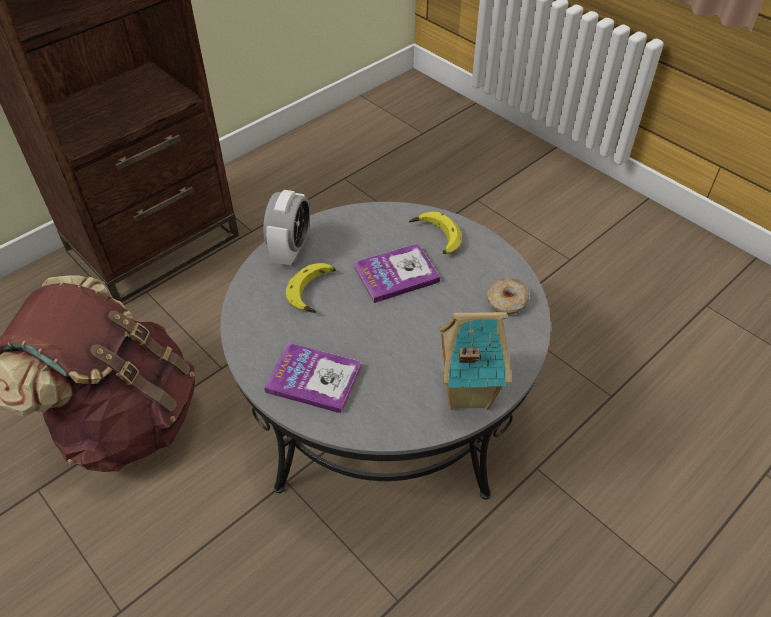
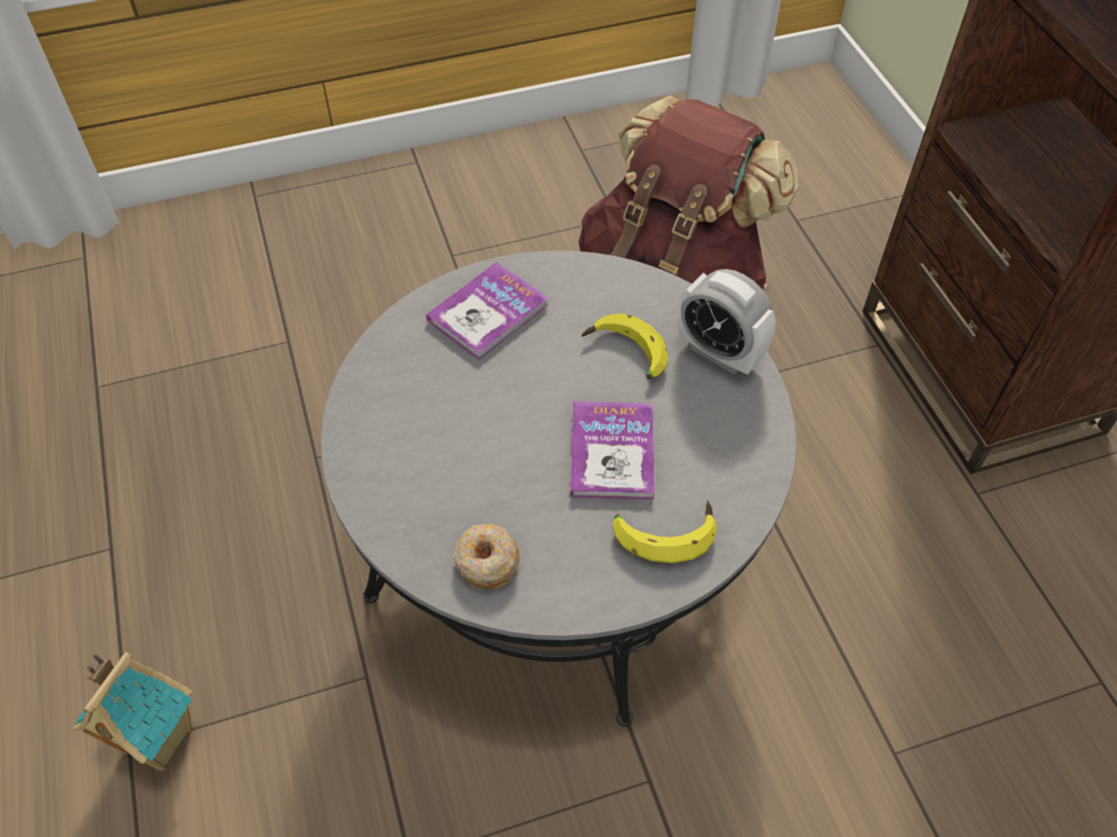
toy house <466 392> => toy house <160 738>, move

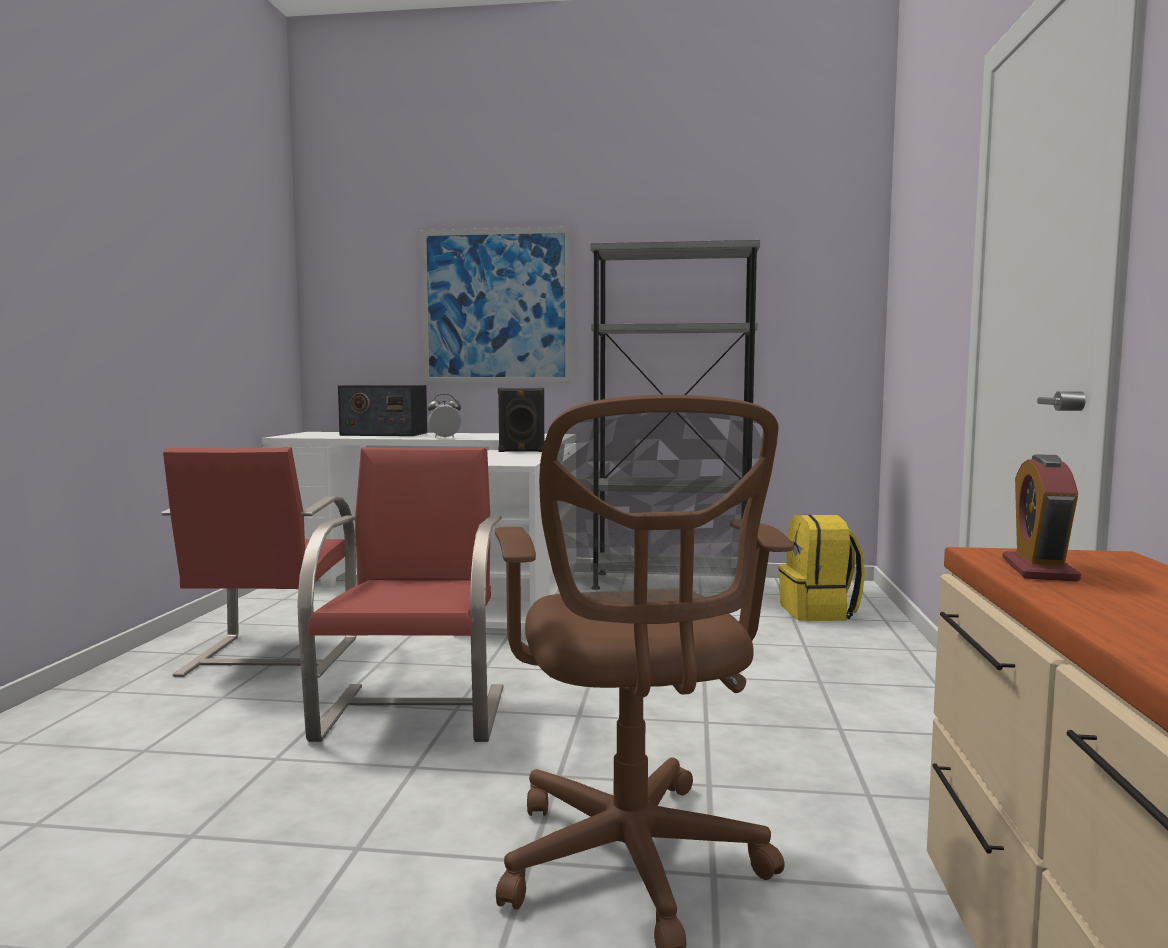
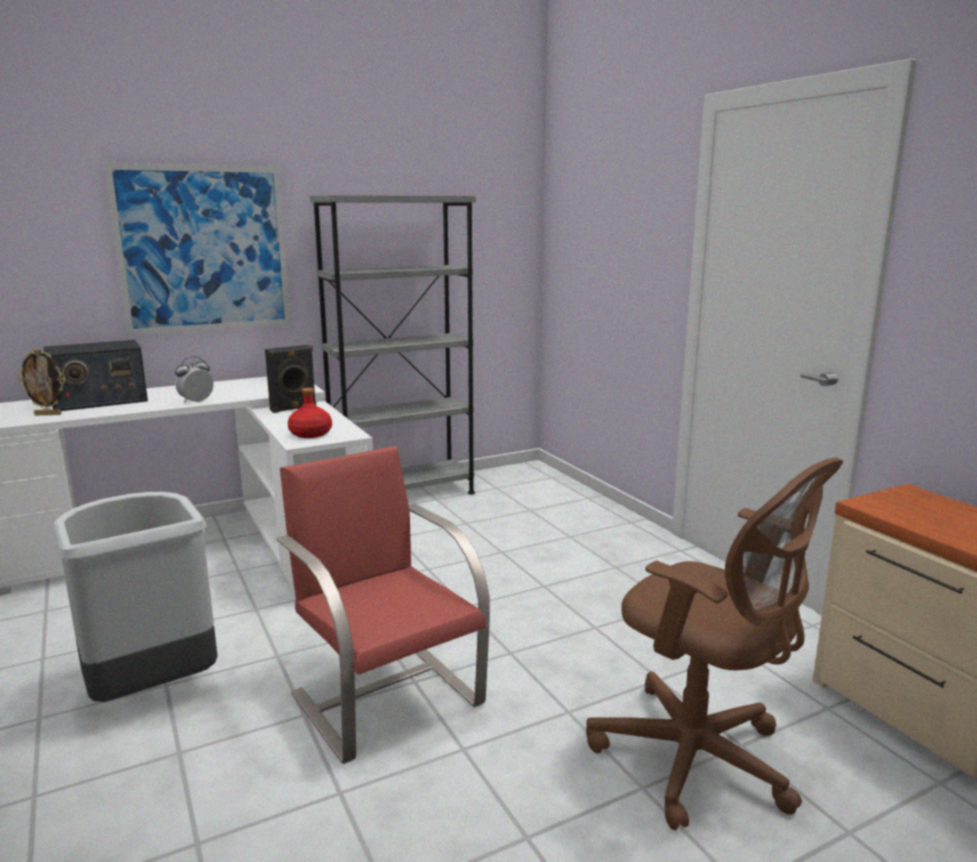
nothing => picture frame <48 414>
red chair <268 657> => grey trash can <152 689>
nothing => red bottle <310 434>
yellow backpack <819 612> => nothing
alarm clock <1039 570> => nothing

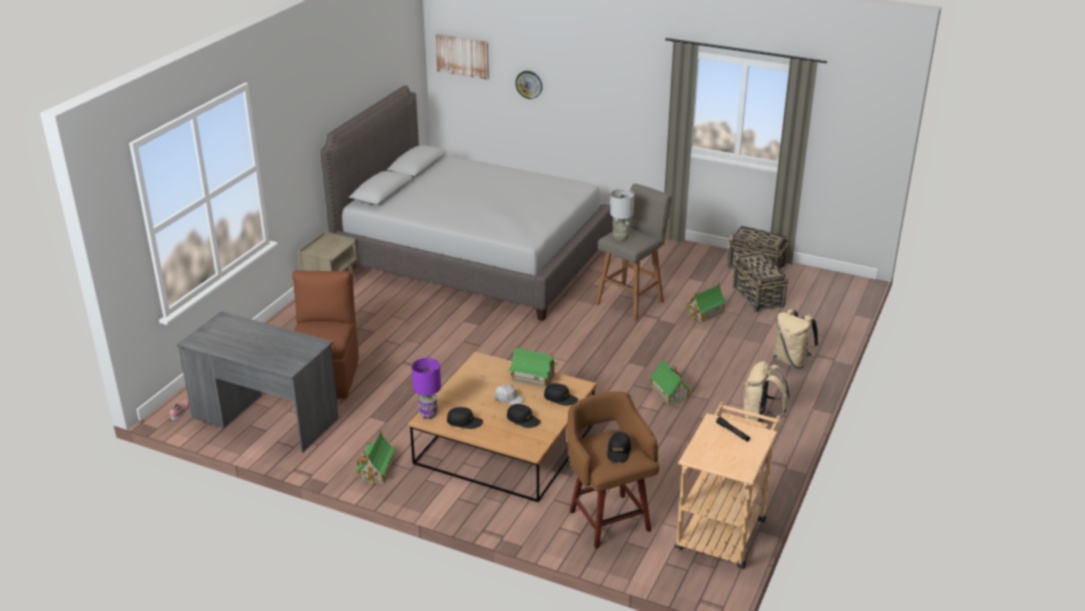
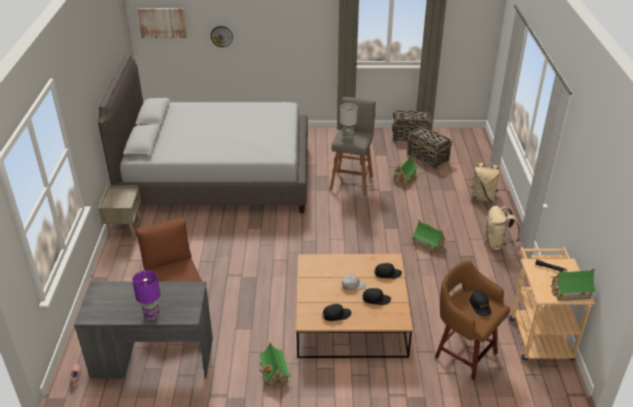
purple table lamp <428 414> => purple table lamp <152 316>, move
toy house <532 377> => toy house <570 292>, move

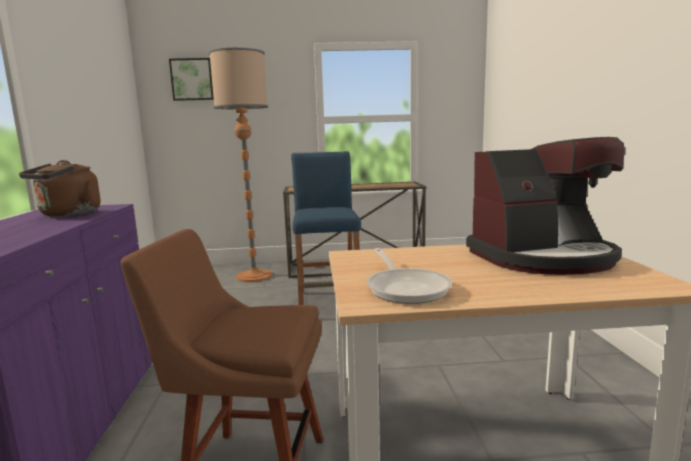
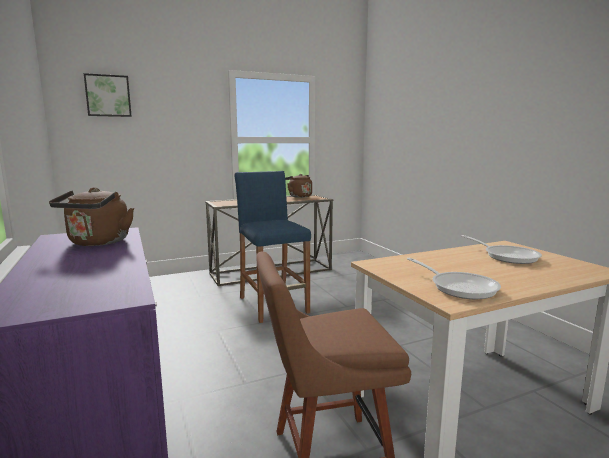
nothing => brown kettle <299 196>
coffee machine <542 257> => frying pan <507 256>
floor lamp <254 276> => nothing

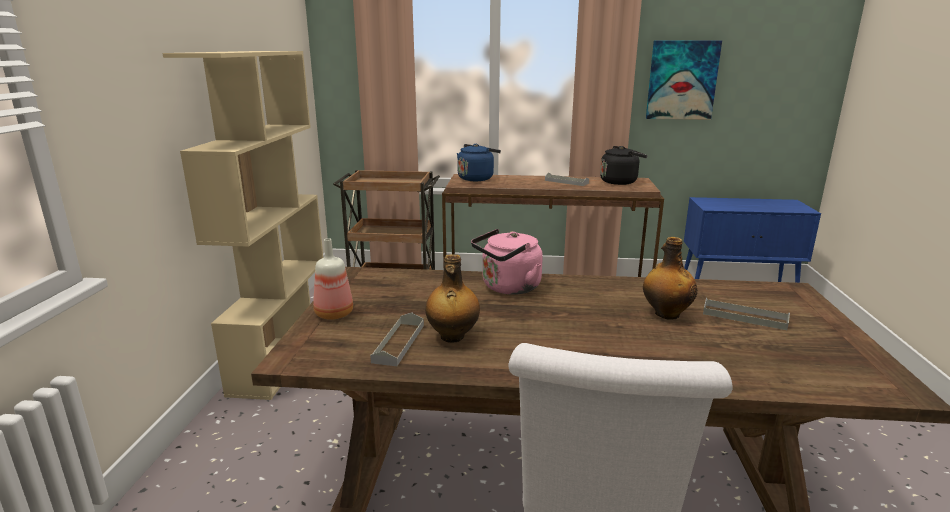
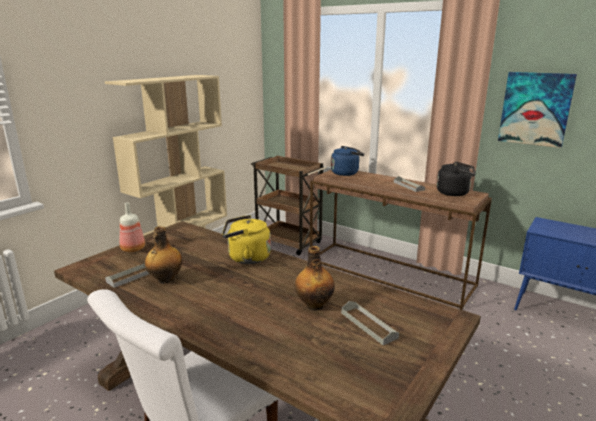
pink kettle <508 288> => yellow kettle <246 258>

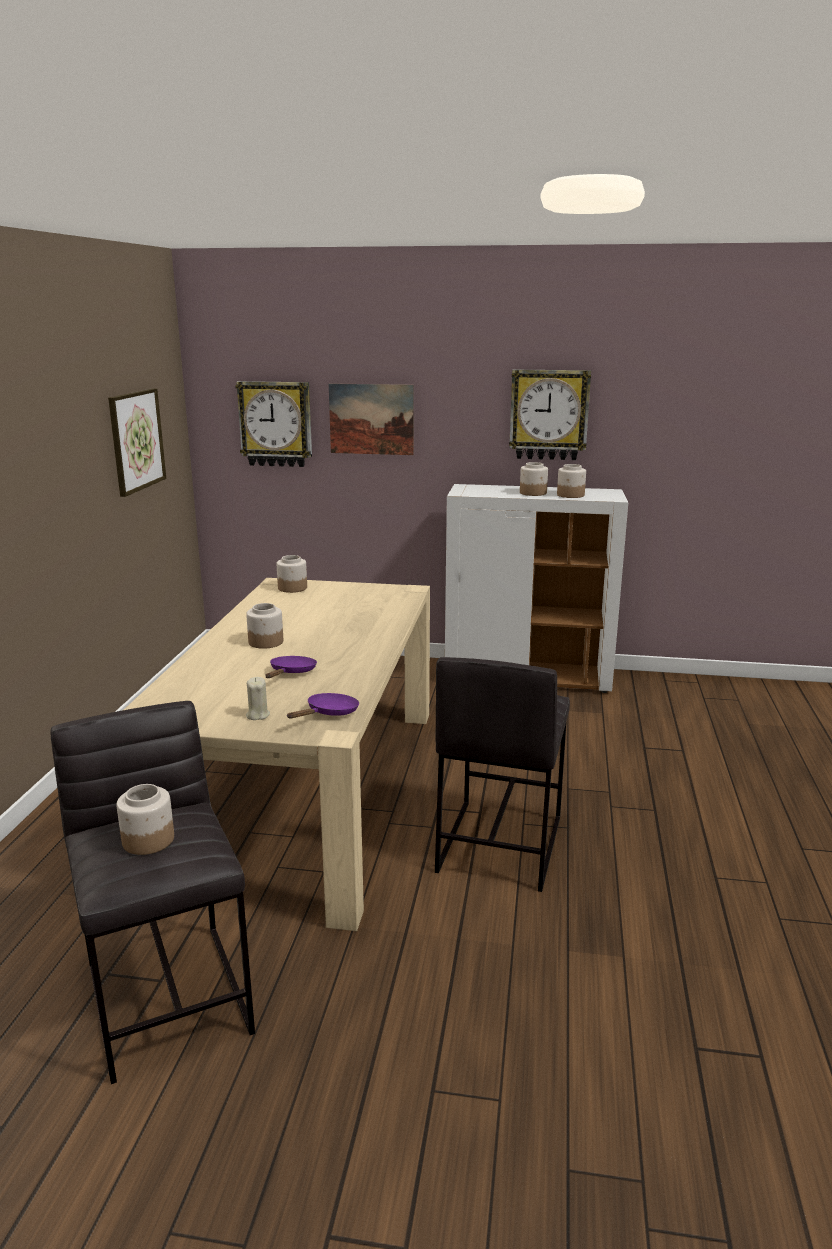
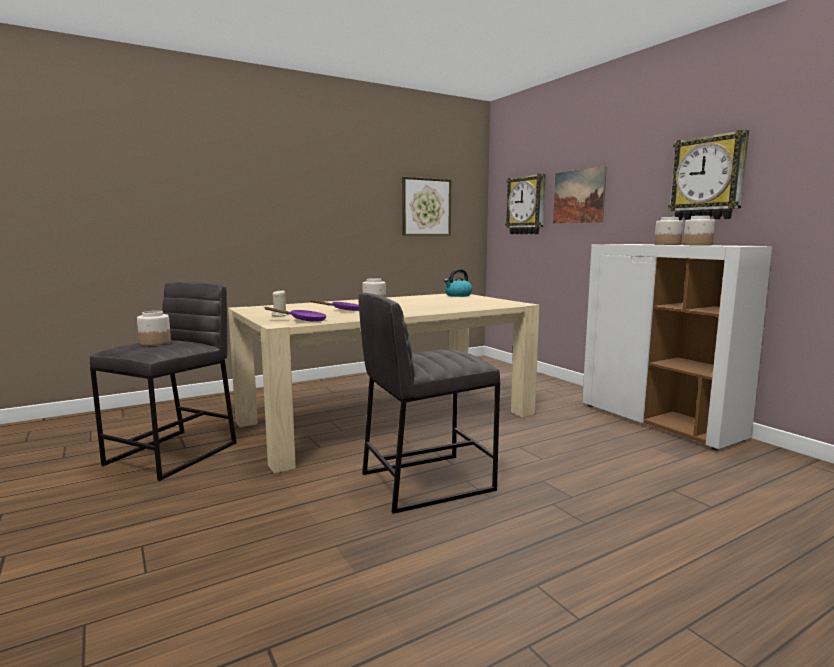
jar <293 588> => kettle <458 295>

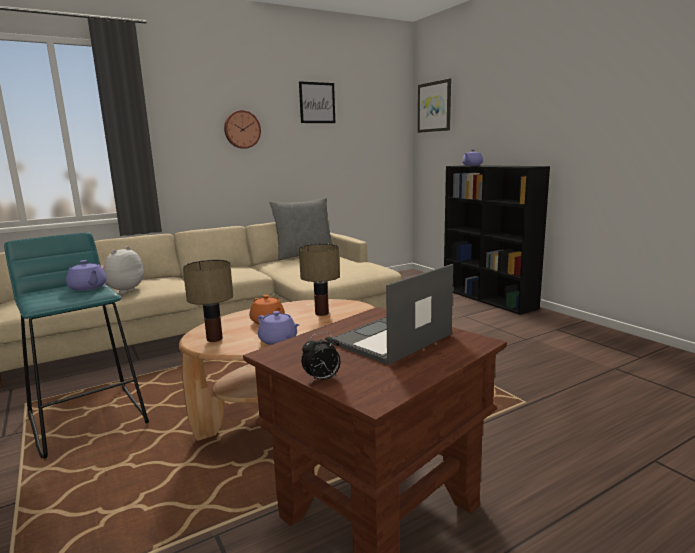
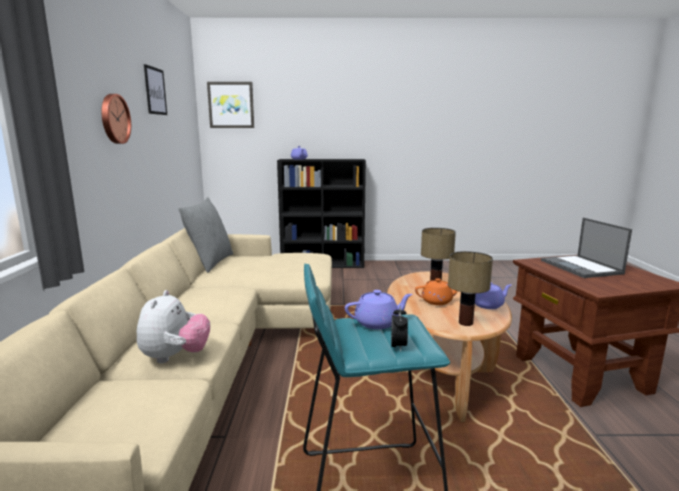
plush toy <121 291> => plush toy <175 357>, 135 degrees counterclockwise
alarm clock <322 379> => alarm clock <398 347>, move

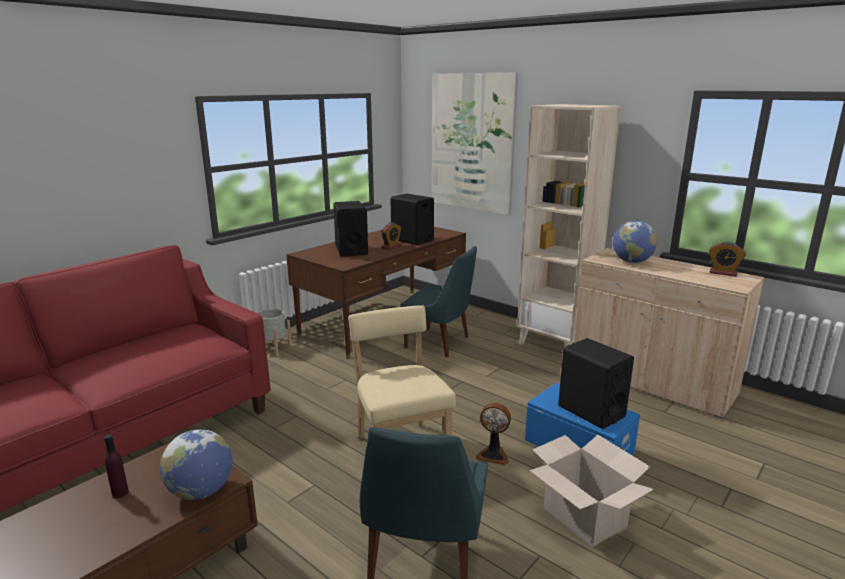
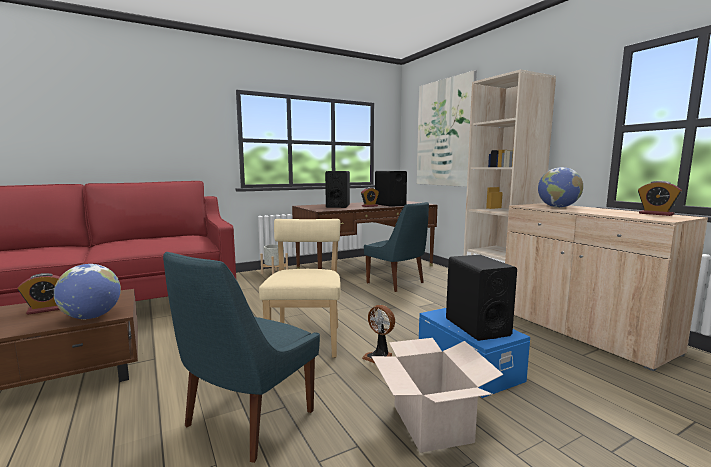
purple bottle <120 493> => alarm clock <46 309>

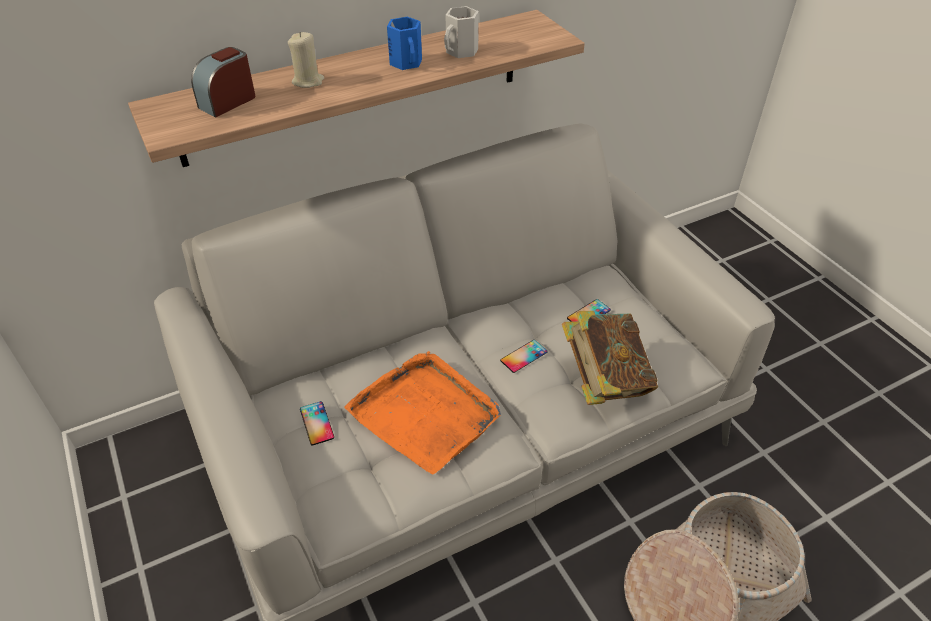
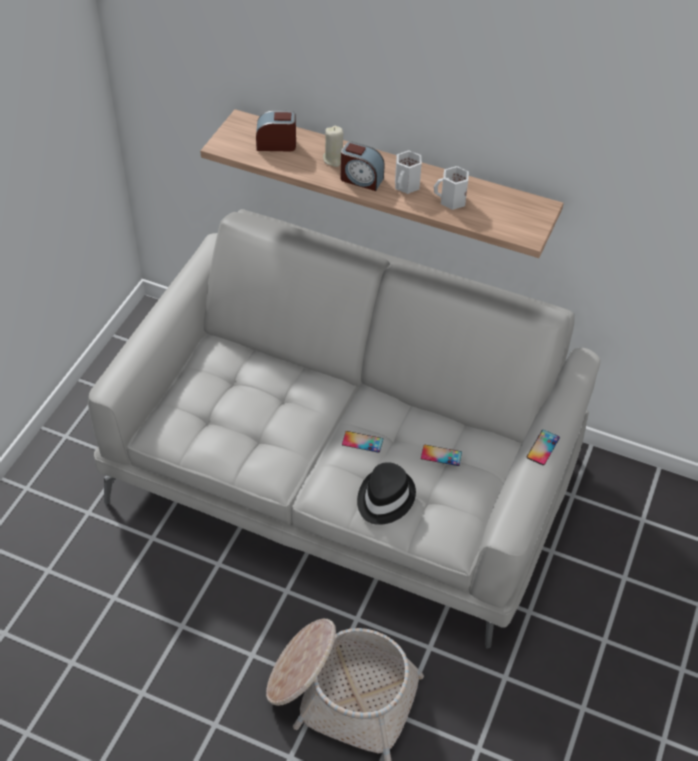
nothing => alarm clock <361 179>
book <604 380> => black hat <384 498>
blue mug <407 62> => white mug <407 185>
phone <316 423> => phone <543 447>, move
orange tray <425 413> => nothing

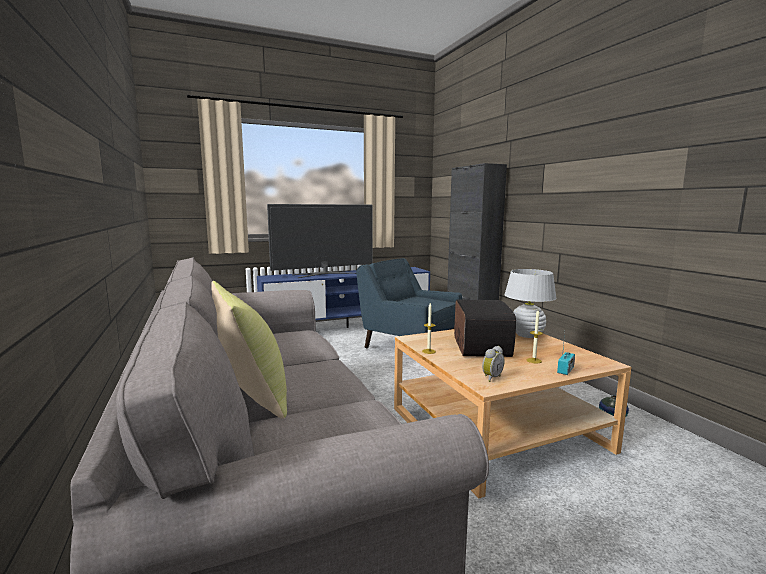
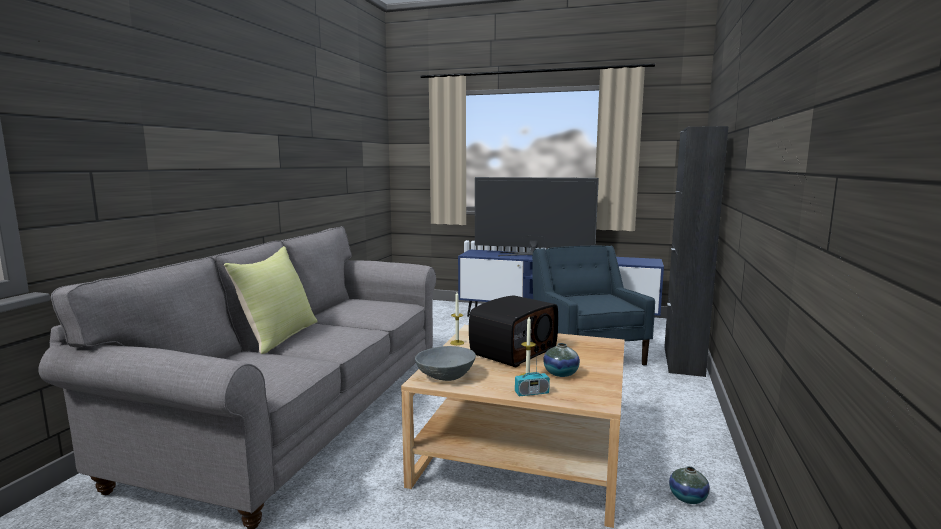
alarm clock <491 378> => grey bowl <446 376>
nothing => vase <561 373>
white table lamp <527 335> => nothing

